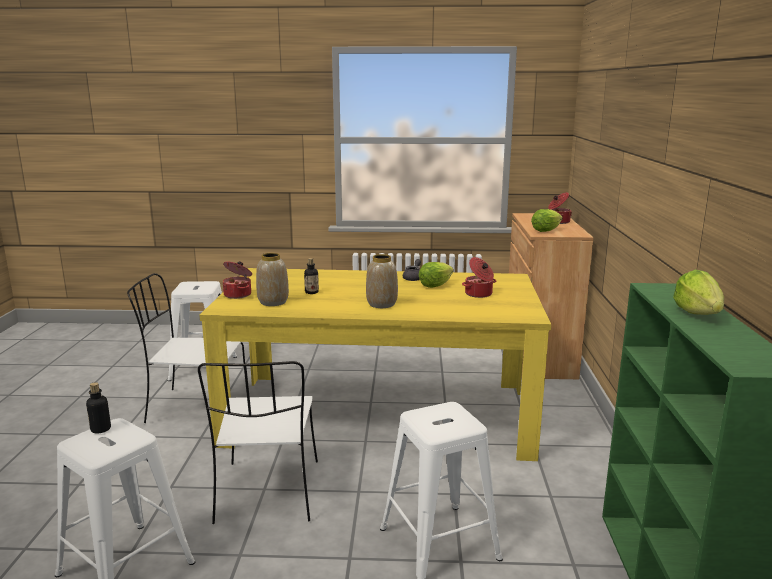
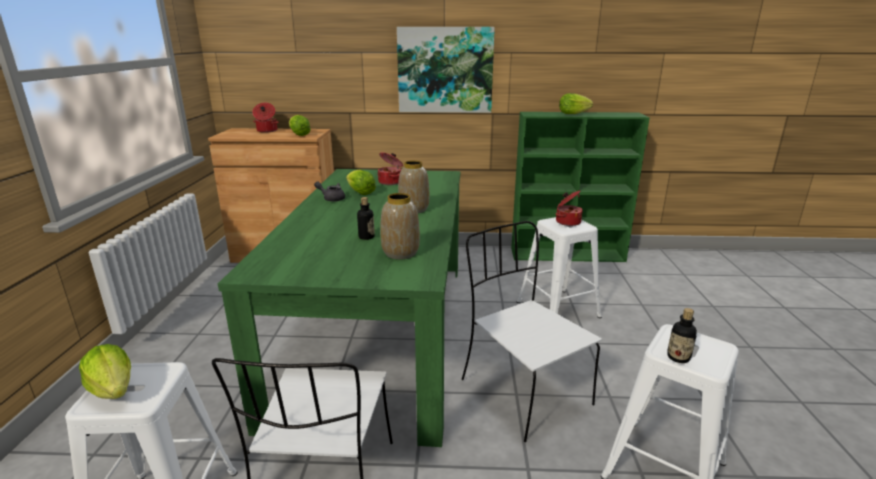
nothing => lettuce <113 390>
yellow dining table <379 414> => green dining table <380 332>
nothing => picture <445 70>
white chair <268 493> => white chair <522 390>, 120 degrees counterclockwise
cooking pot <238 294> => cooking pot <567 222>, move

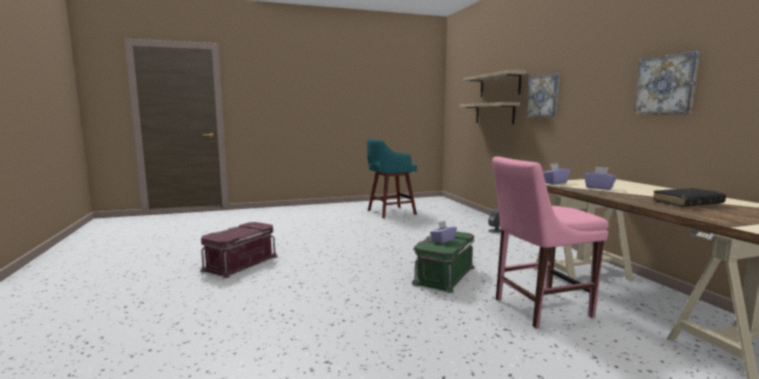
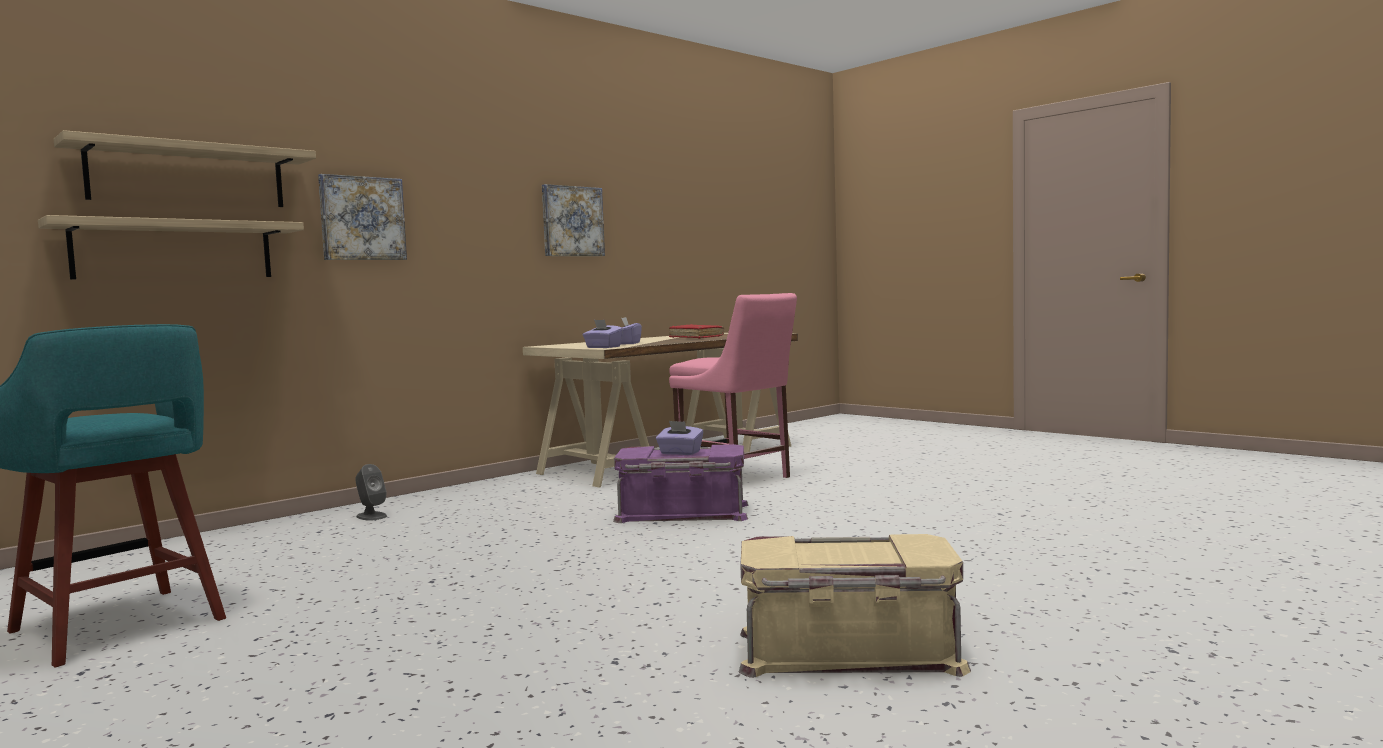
green storage box <443 275> => purple storage box <682 513>
black book <687 203> => red book <696 337>
red storage box <240 263> => beige storage box <848 653>

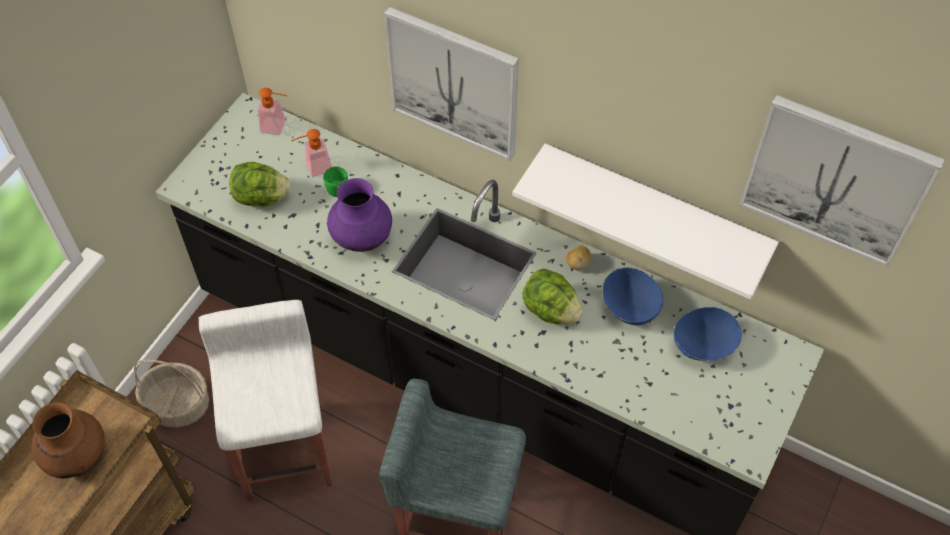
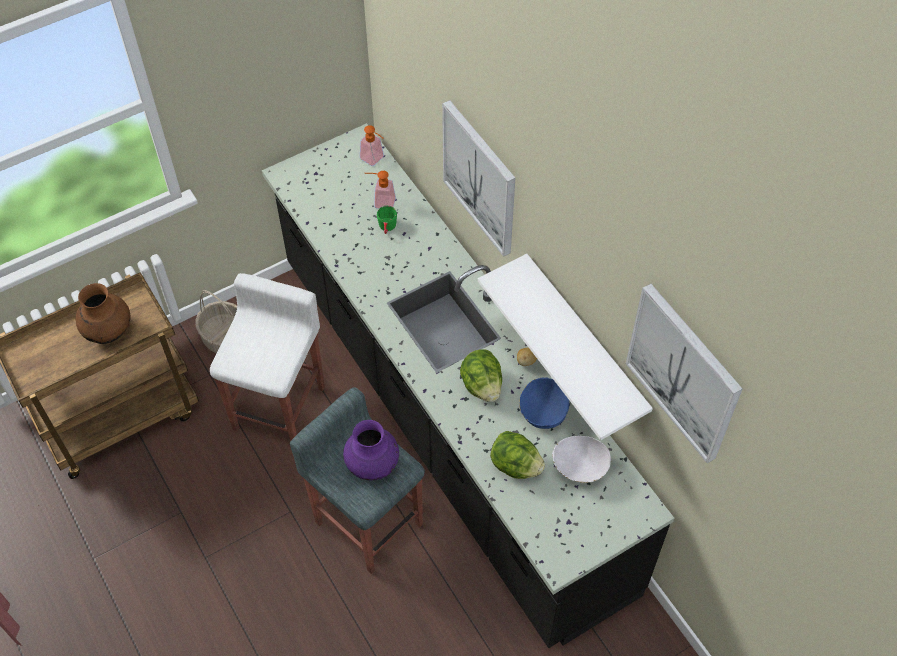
purple vase <362 238> => purple vase <373 465>, move
lettuce <261 198> => lettuce <515 465>, move
blue bowl <703 346> => white bowl <579 468>

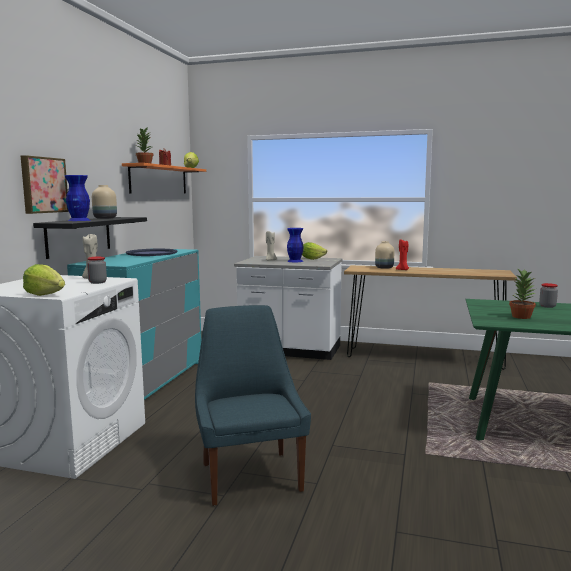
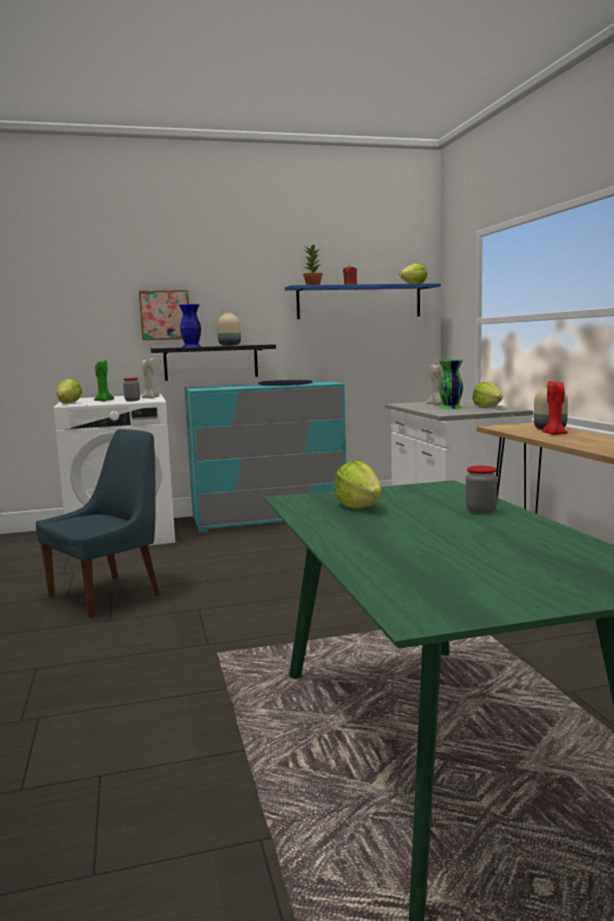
nothing => green candle <103 401>
orange shelf <159 180> => blue shelf <359 302>
potted plant <521 316> => lettuce <359 506>
blue vase <295 261> => green vase <450 407>

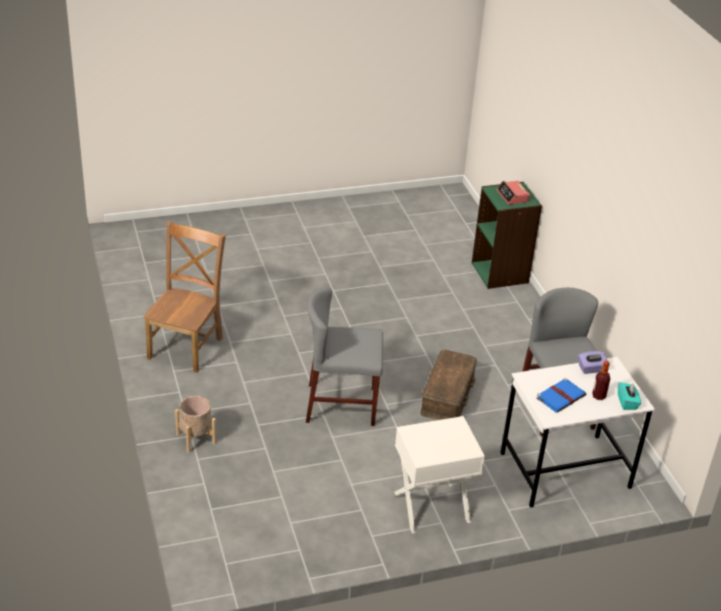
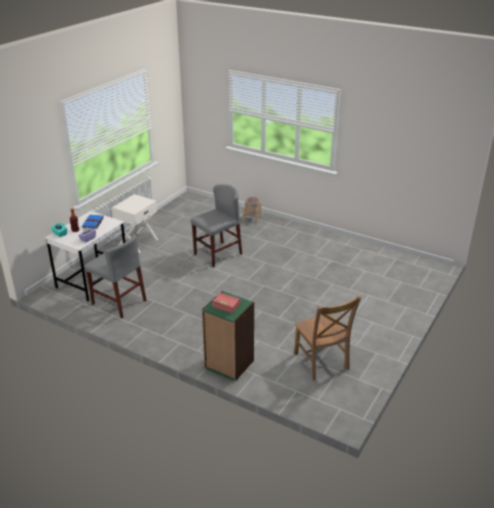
brown chair <187 346> => brown chair <322 363>, move
brown storage box <448 395> => nothing

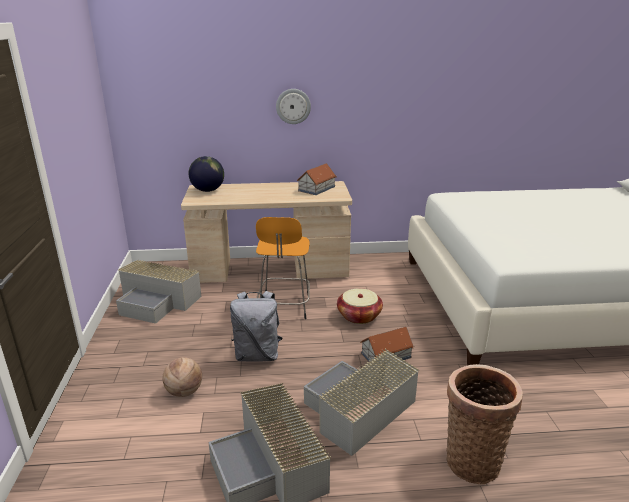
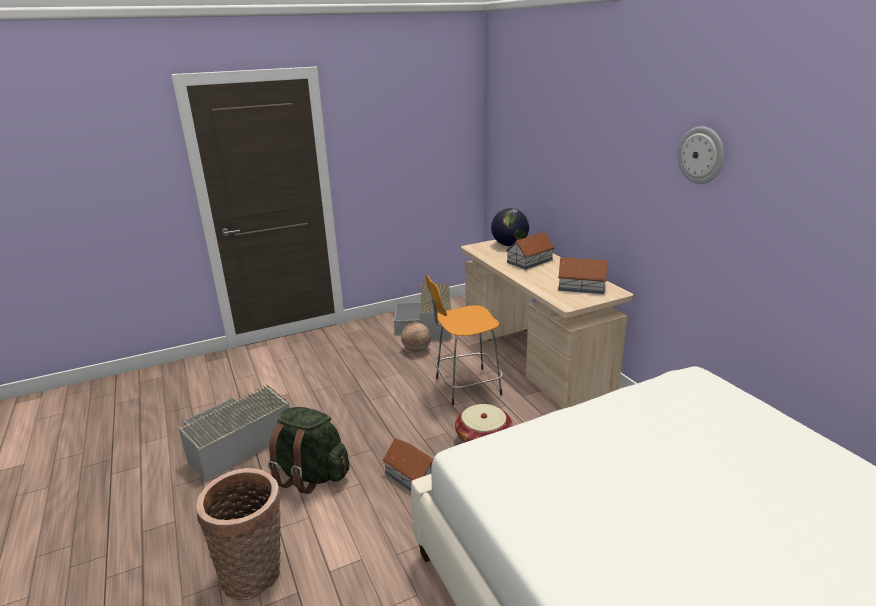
grey storage box <357 411> => green backpack <311 475>
basketball <184 392> => basketball <416 350>, move
nothing => toy house <530 261>
wall clock <293 106> => wall clock <701 155>, move
grey backpack <257 355> => nothing

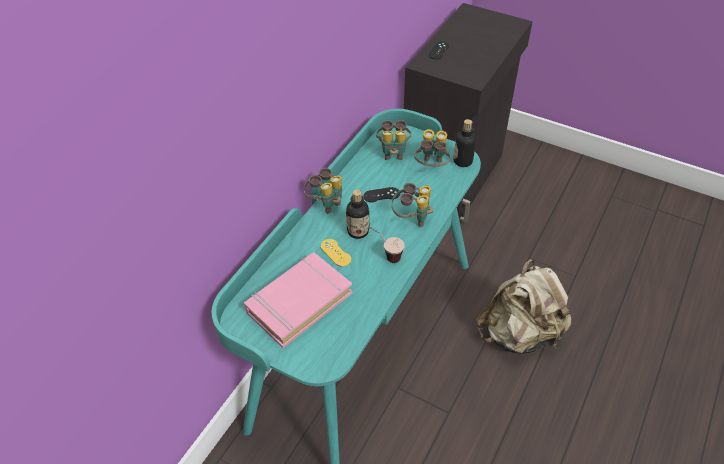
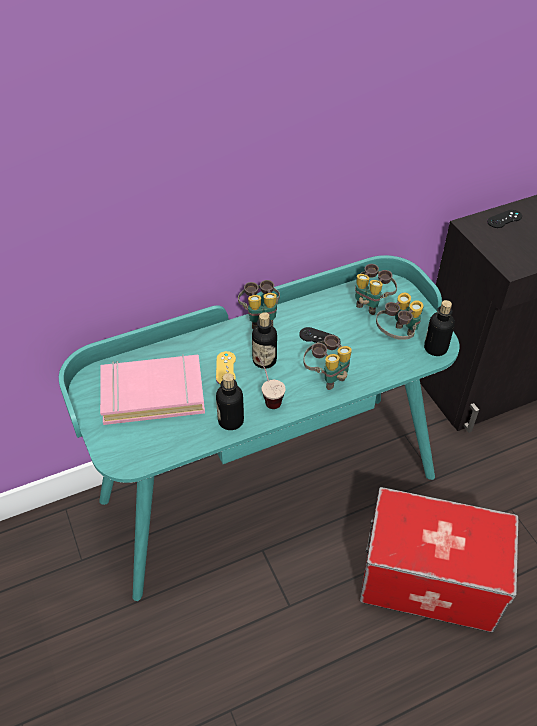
nothing => bottle <231 421>
beige backpack <519 333> => storage box <430 579>

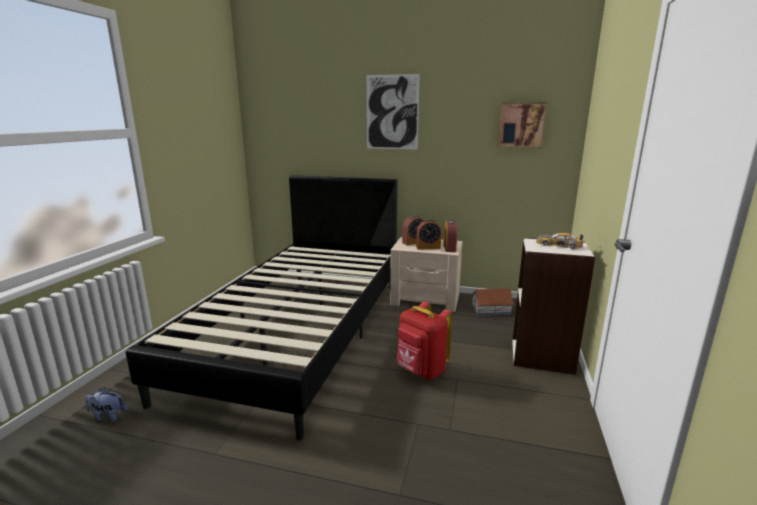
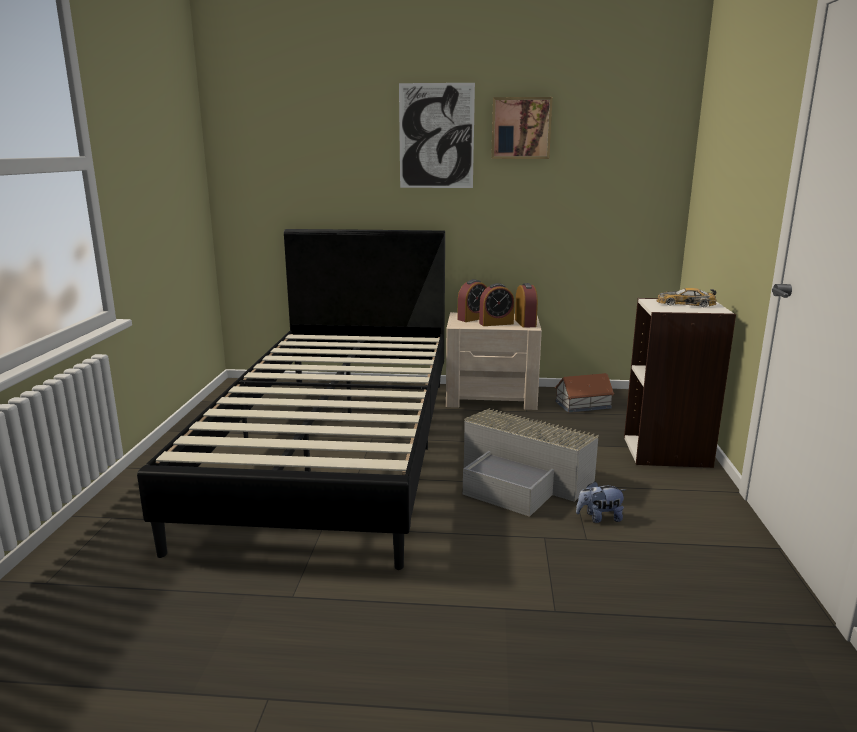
red backpack <421 371> => grey storage box <523 481>
picture <521 125> => picture <521 128>, move
plush toy <108 416> => plush toy <599 518>, move

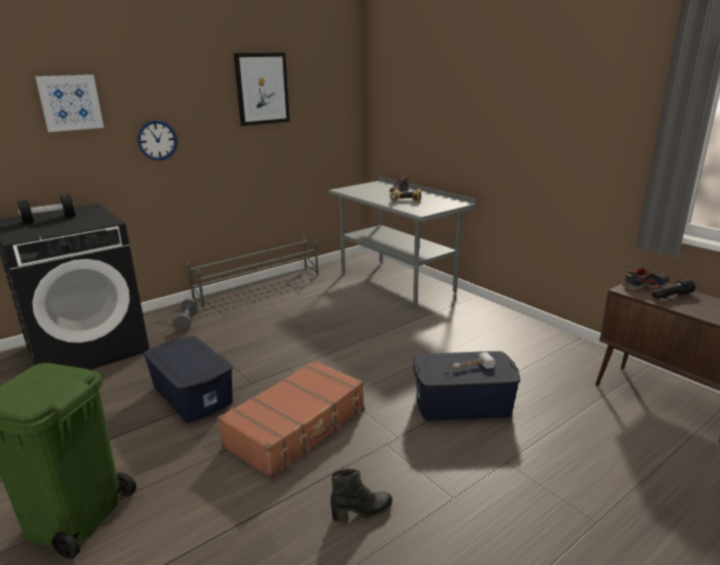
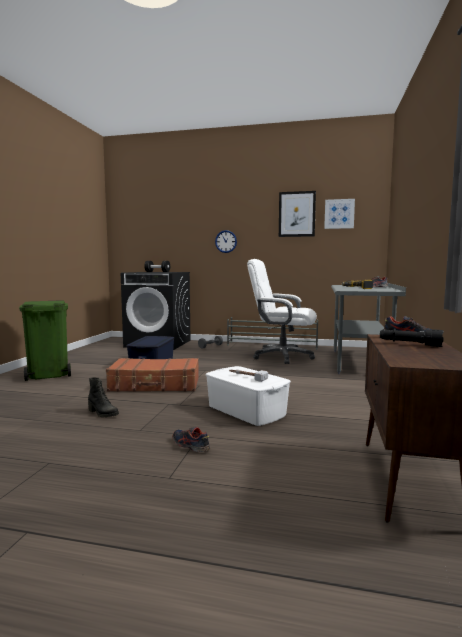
nothing => shoe <190 445>
blue storage box <463 403> => white storage box <246 410>
nothing => white office chair <282 356>
picture <70 103> => picture <339 214>, move

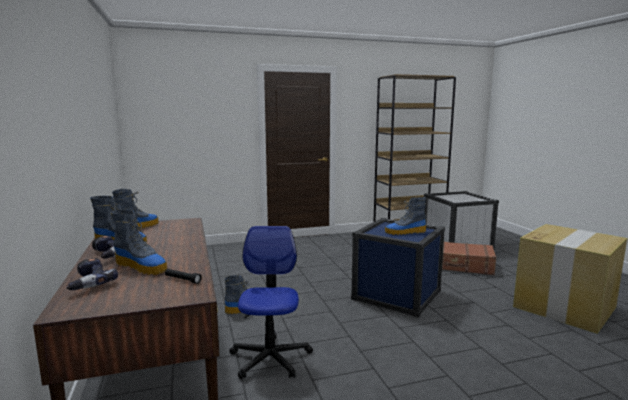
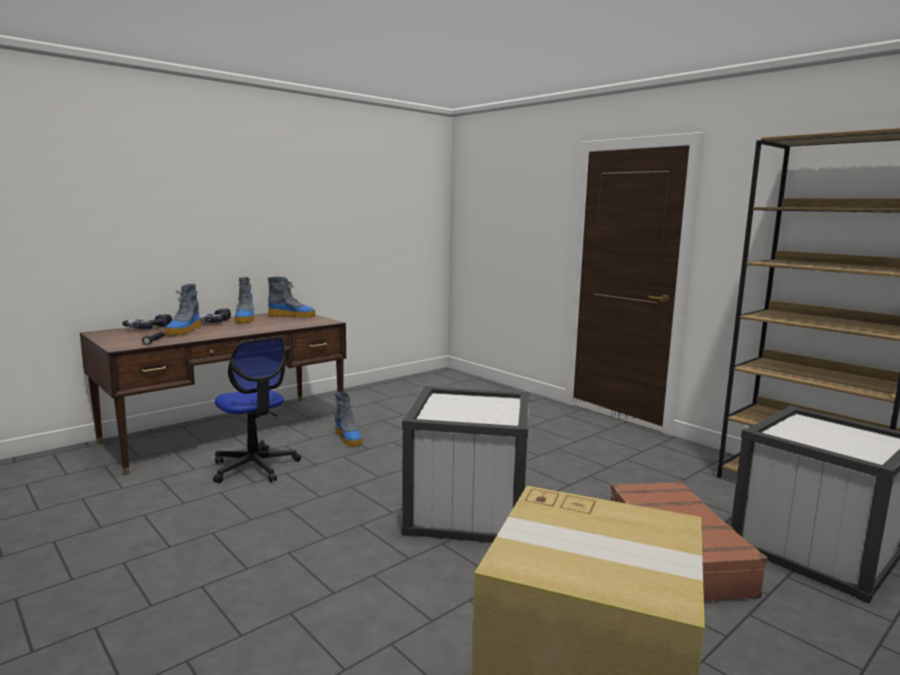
office chair <270 358> => office chair <255 467>, 75 degrees clockwise
blue storage box <397 294> => white storage box <468 511>
boot <405 232> => nothing

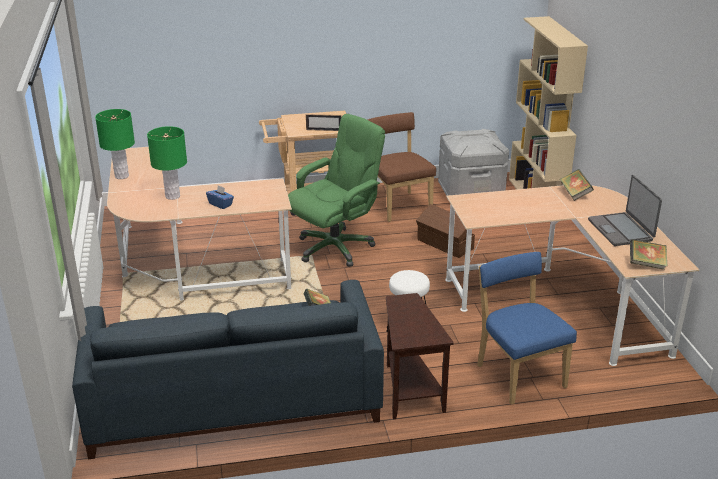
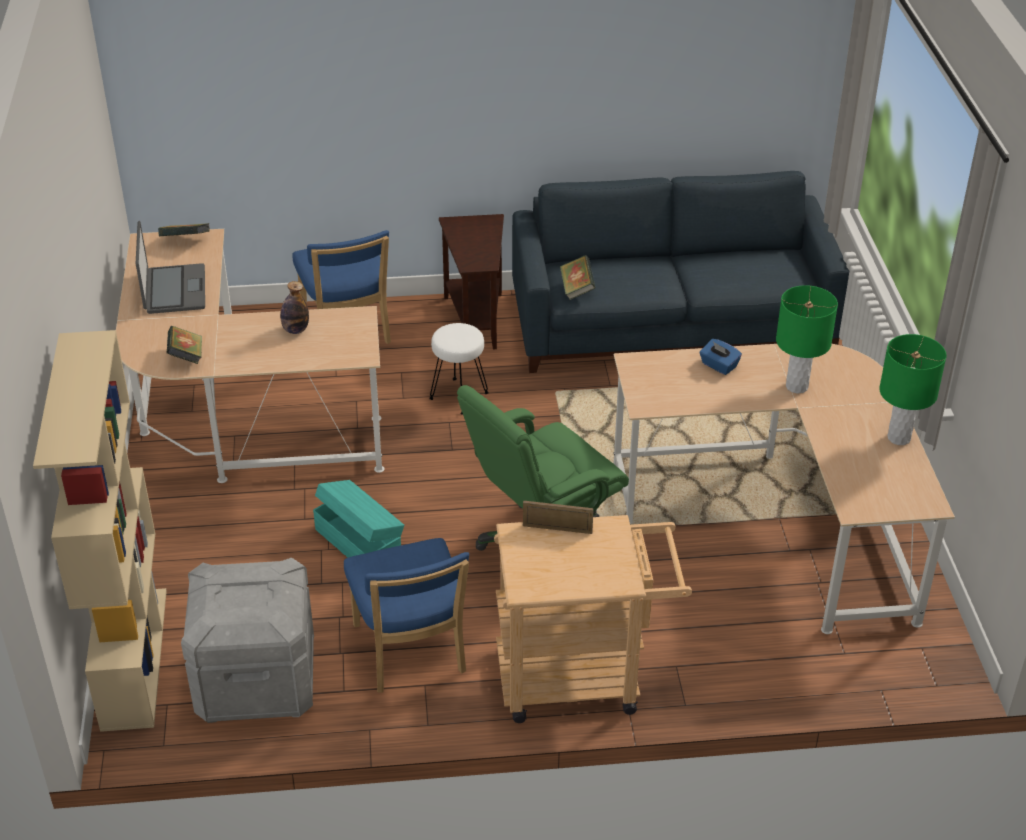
nothing => bottle <295 330>
brown storage box <445 245> => turquoise storage box <358 542>
brown chair <398 205> => blue chair <411 653>

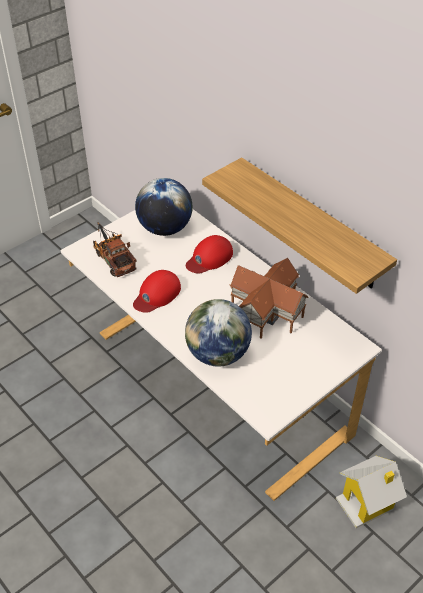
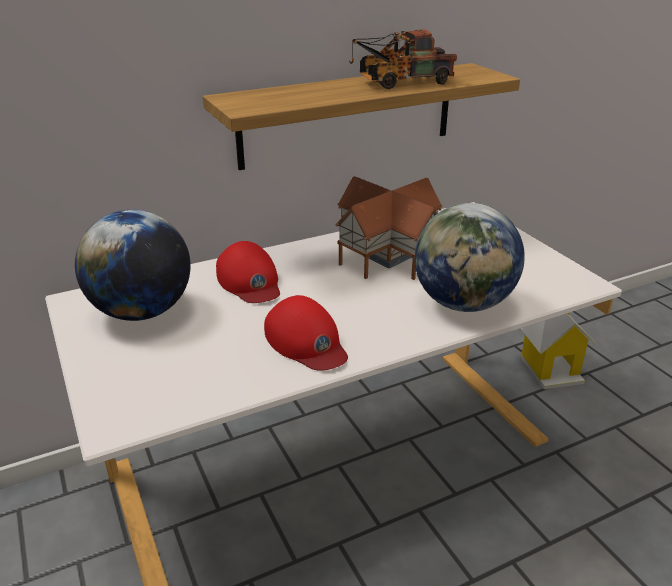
toy truck <113 258> => toy truck <399 83>, move

